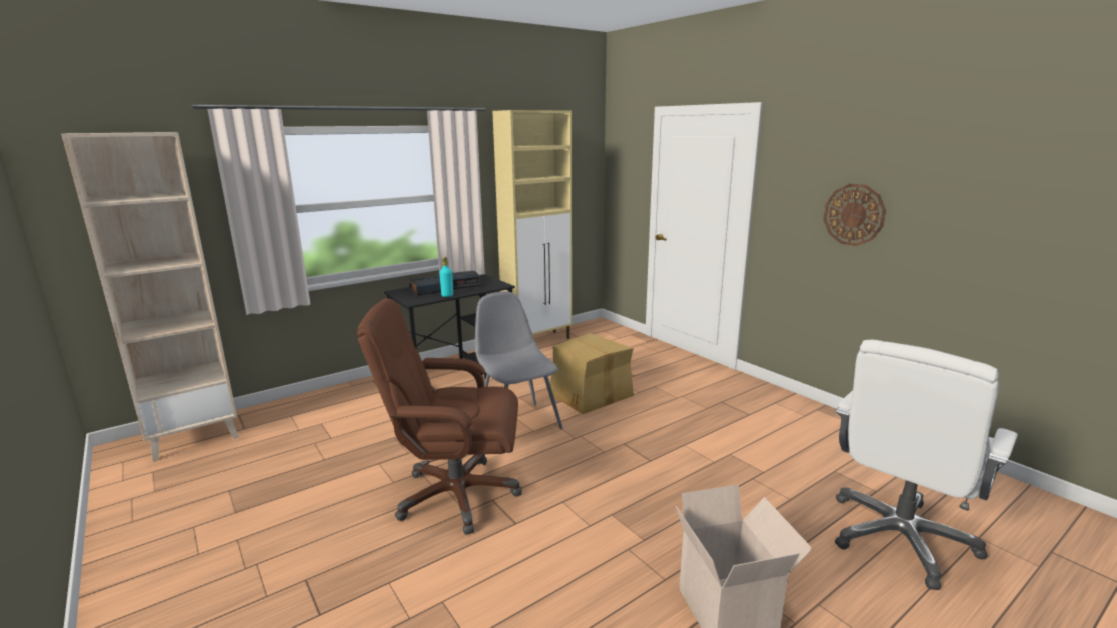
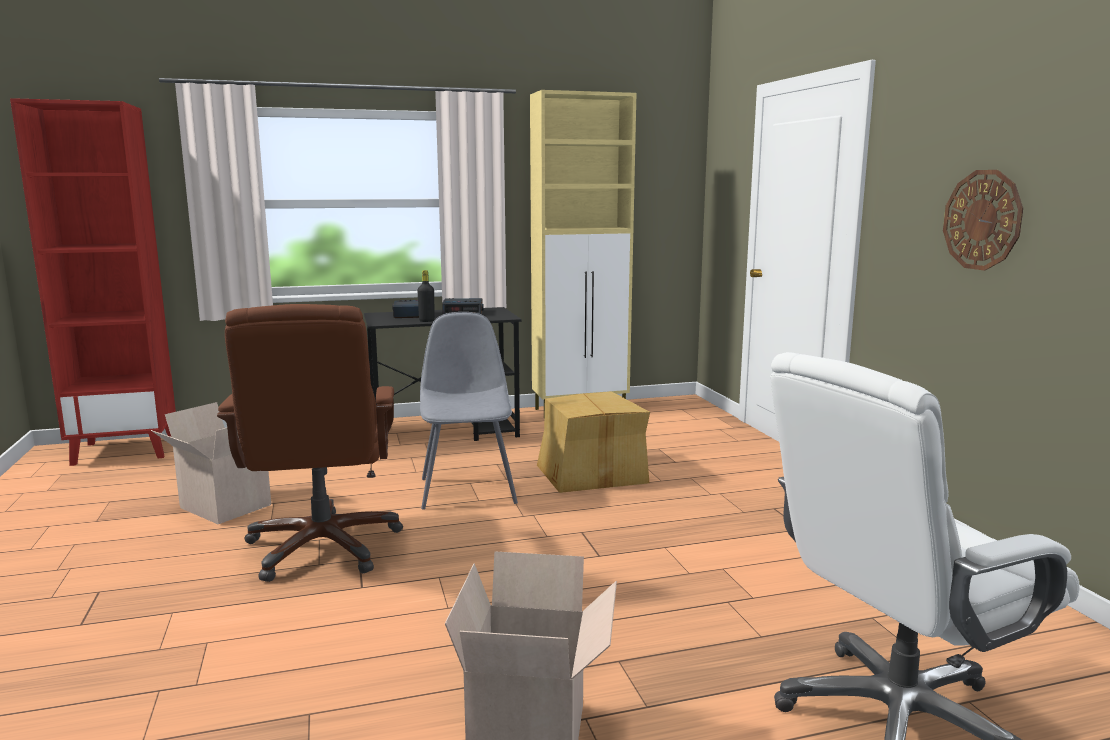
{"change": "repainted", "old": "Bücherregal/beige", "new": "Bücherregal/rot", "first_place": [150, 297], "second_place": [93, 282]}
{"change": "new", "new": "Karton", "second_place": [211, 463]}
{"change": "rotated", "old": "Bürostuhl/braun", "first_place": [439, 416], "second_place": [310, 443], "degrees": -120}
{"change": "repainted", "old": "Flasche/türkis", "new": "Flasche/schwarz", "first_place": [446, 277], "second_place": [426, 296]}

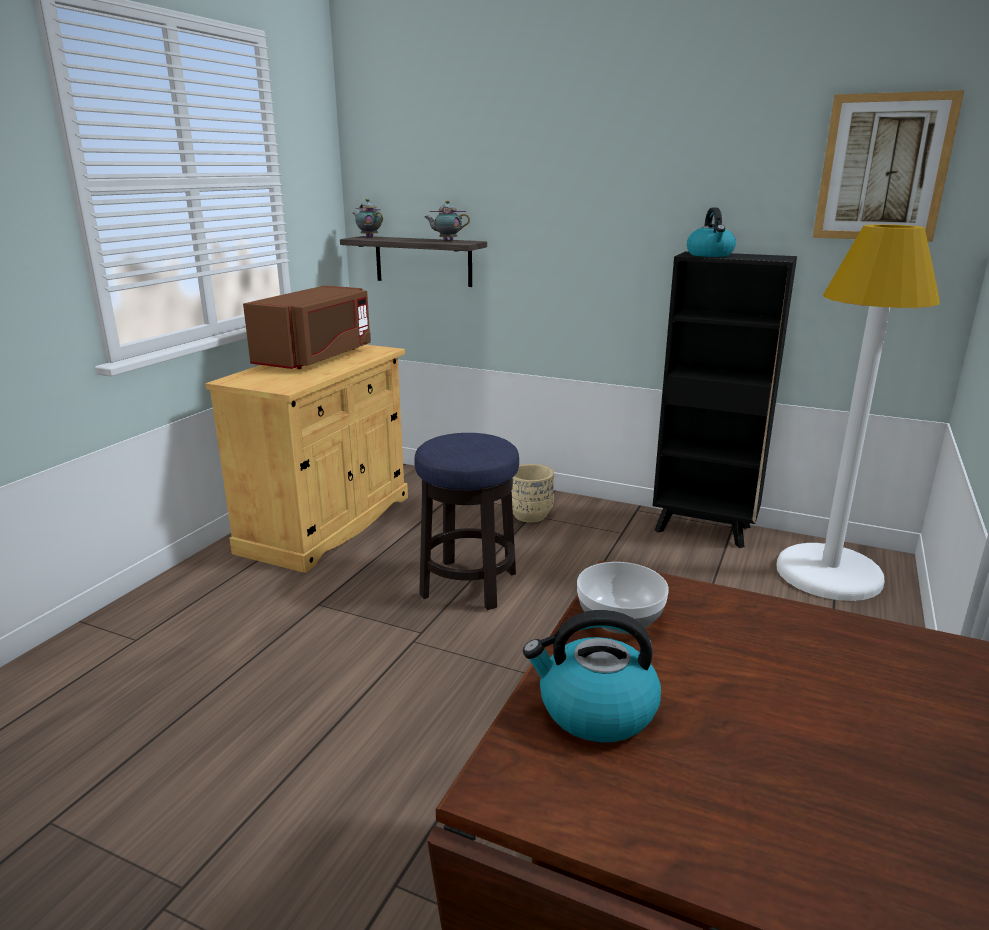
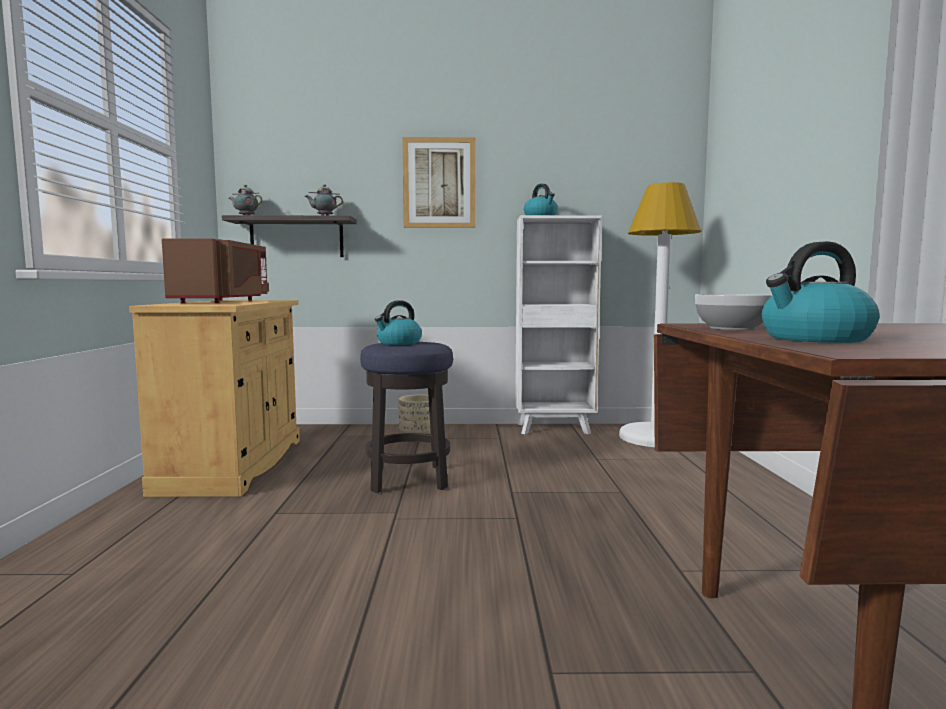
{"change": "new", "new": "Wasserkessel", "second_place": [398, 322]}
{"change": "shifted", "old": "Bild", "first_place": [888, 166], "second_place": [438, 182]}
{"change": "repainted", "old": "Bücherregal/schwarz", "new": "Bücherregal/weiß", "first_place": [725, 399], "second_place": [558, 324]}

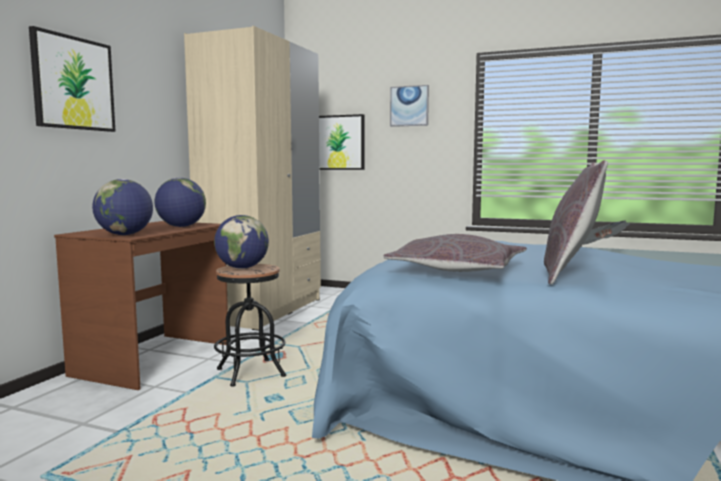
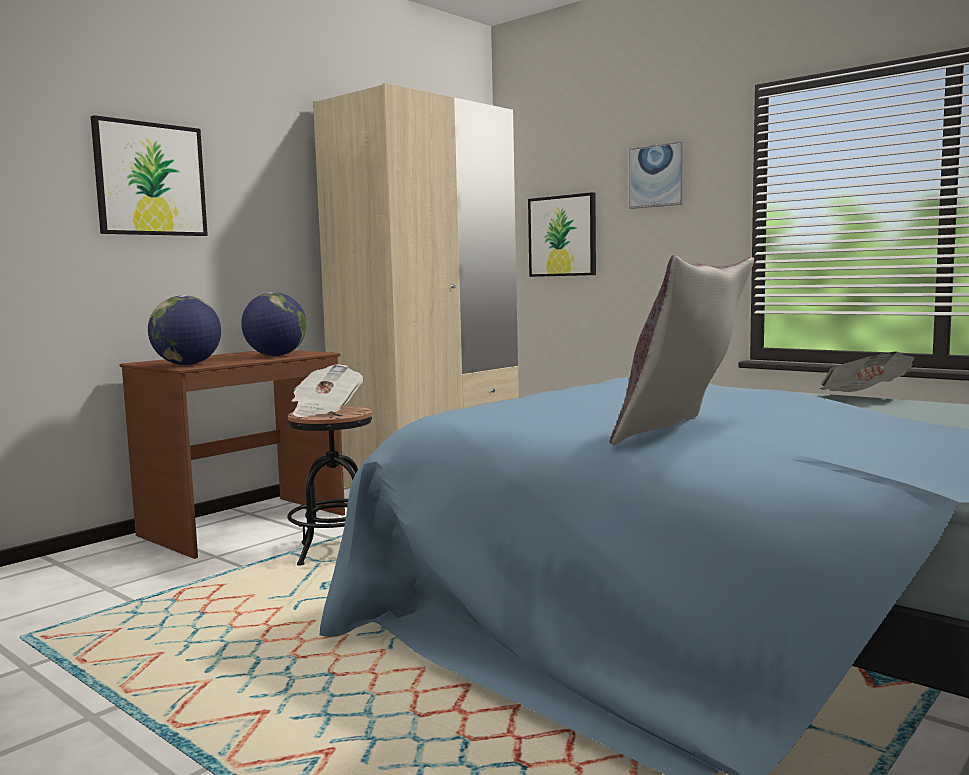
{"change": "swapped", "old": "Globus", "new": "Zeitung", "first_place": [241, 242], "second_place": [328, 390]}
{"change": "gone", "old": "Kissen/grau", "first_place": [455, 253]}

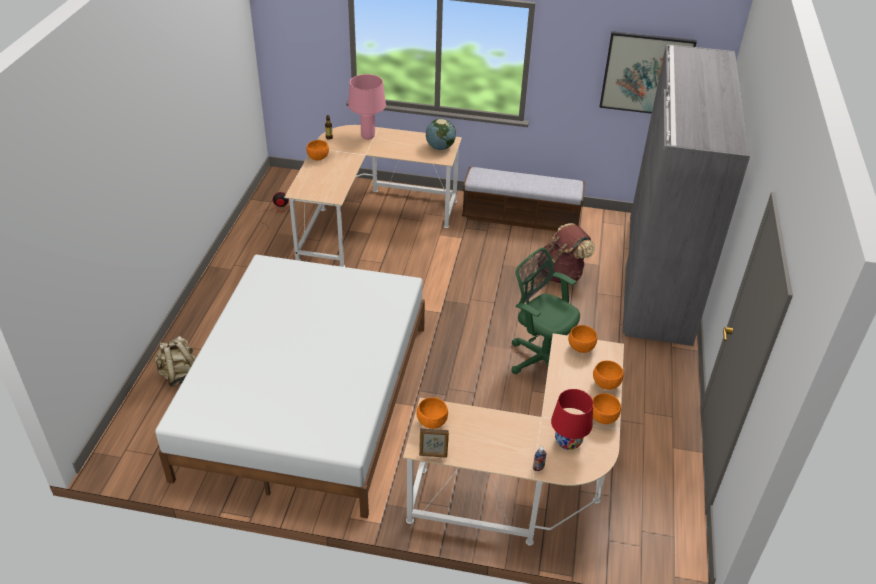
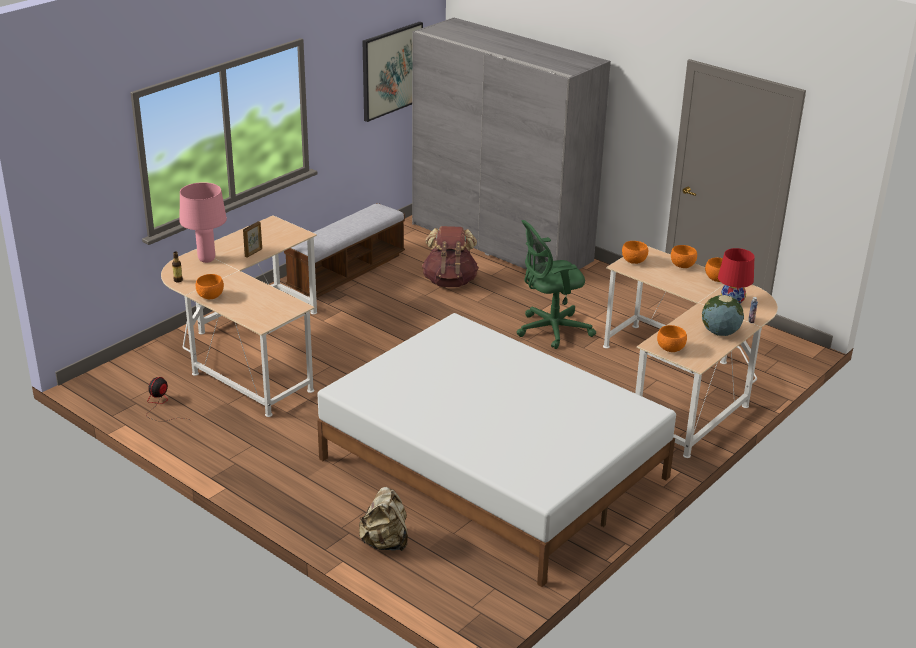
{"change": "shifted", "old": "Bilderrahmen", "first_place": [434, 443], "second_place": [252, 239]}
{"change": "shifted", "old": "Globus", "first_place": [441, 134], "second_place": [723, 315]}

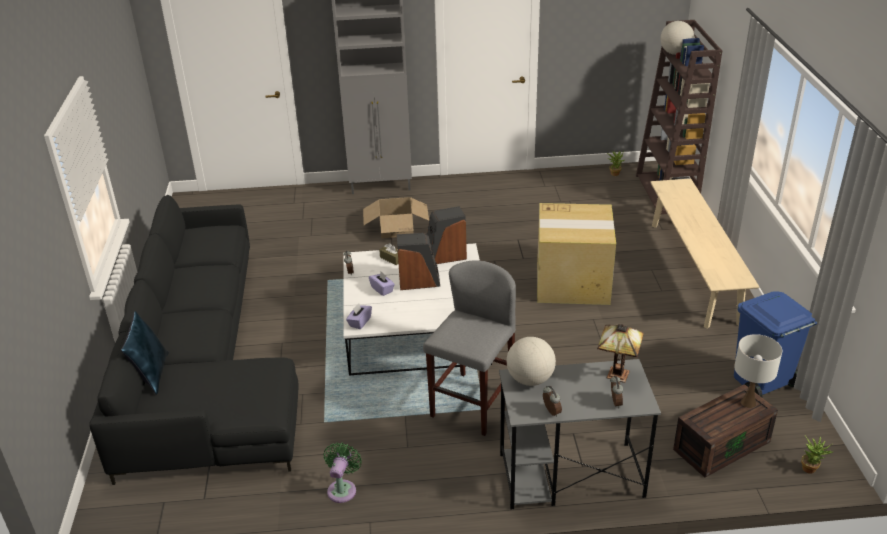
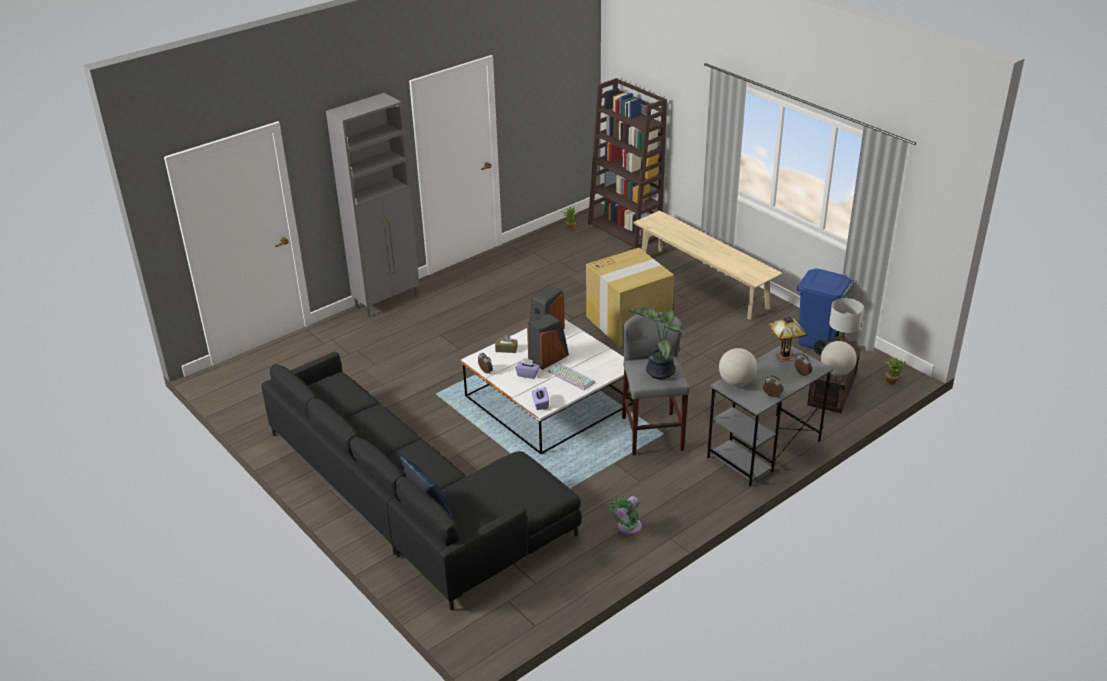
{"change": "new", "new": "Tastatur", "second_place": [571, 376]}
{"change": "rotated", "old": "Ventilator/grün", "first_place": [343, 472], "second_place": [625, 515], "degrees": -120}
{"change": "new", "new": "Topfpflanze", "second_place": [656, 343]}
{"change": "shifted", "old": "Globus", "first_place": [677, 38], "second_place": [839, 358]}
{"change": "gone", "old": "Karton", "first_place": [396, 217]}

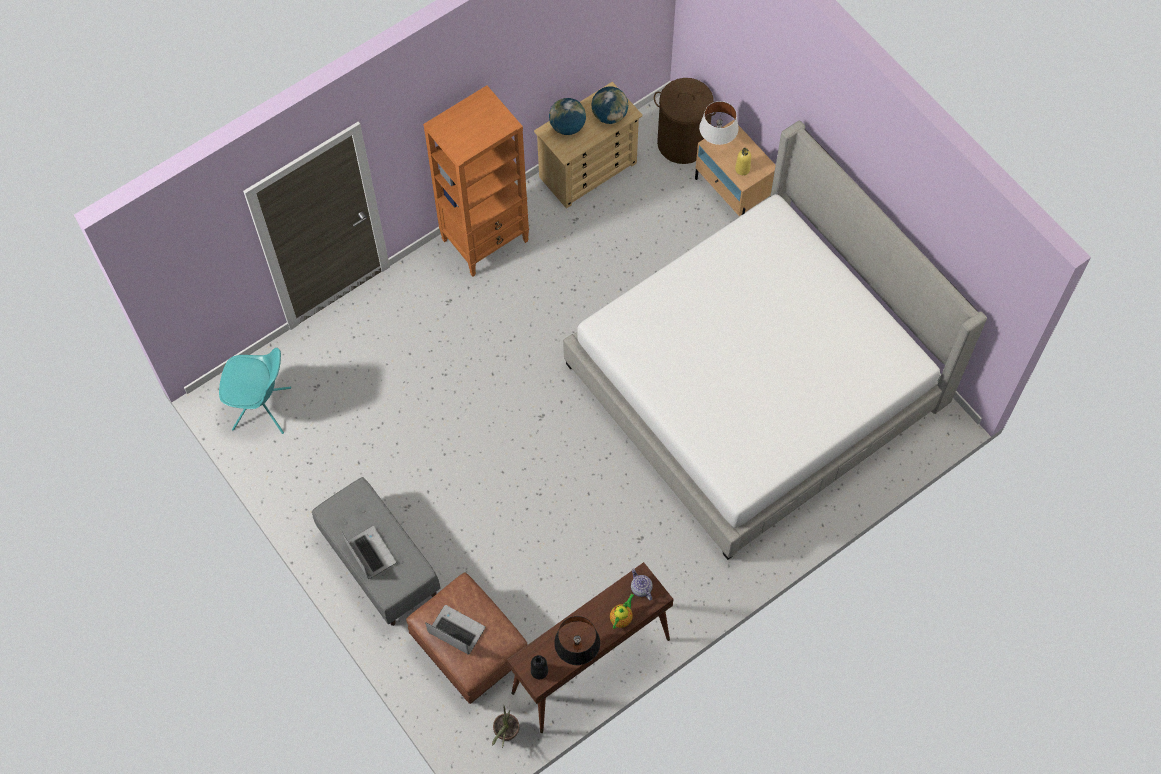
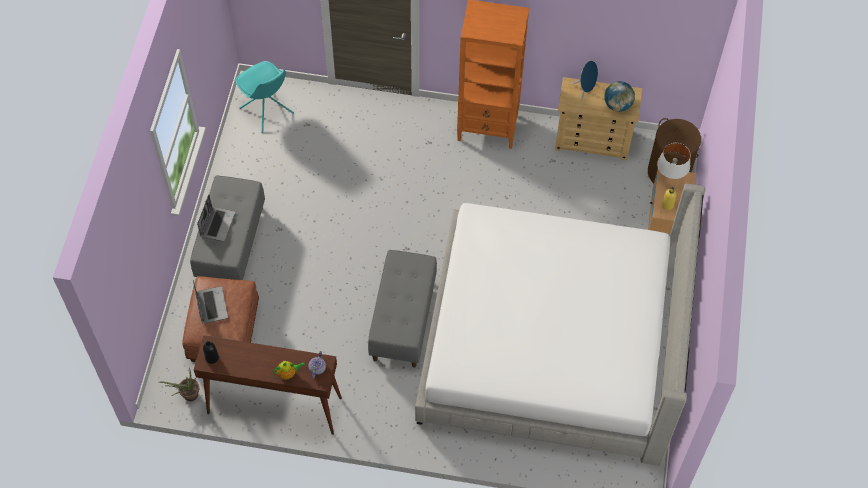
{"change": "new", "new": "Bank/grau", "second_place": [402, 309]}
{"change": "swapped", "old": "Globus", "new": "Lautsprecher/blau", "first_place": [567, 116], "second_place": [584, 81]}
{"change": "gone", "old": "Tischlampe/schwarz", "first_place": [577, 640]}

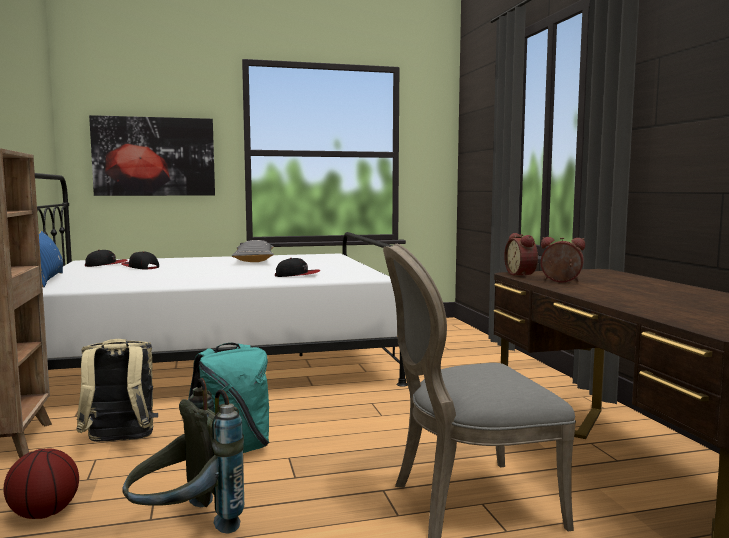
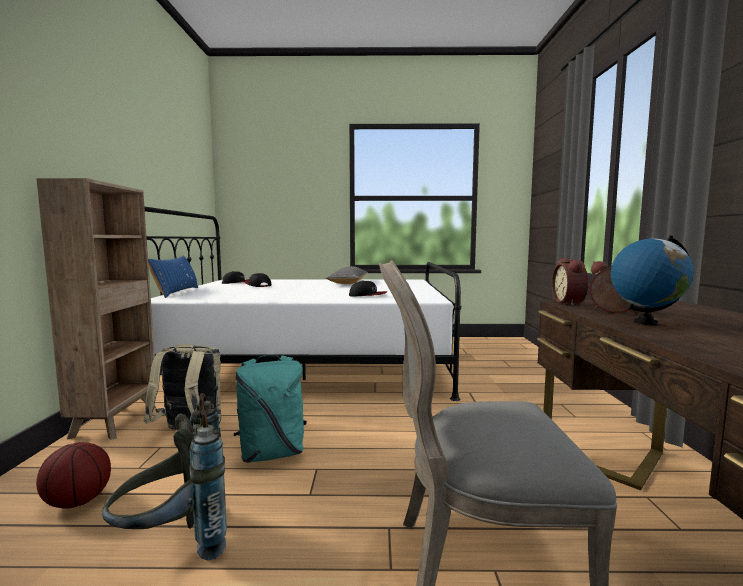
{"change": "new", "new": "Globus", "second_place": [652, 280]}
{"change": "gone", "old": "Bild", "first_place": [152, 155]}

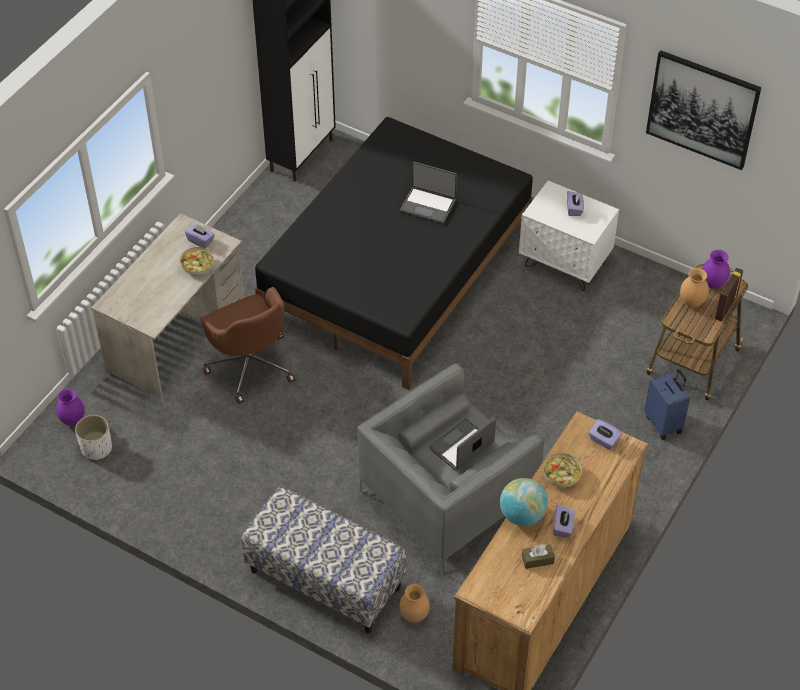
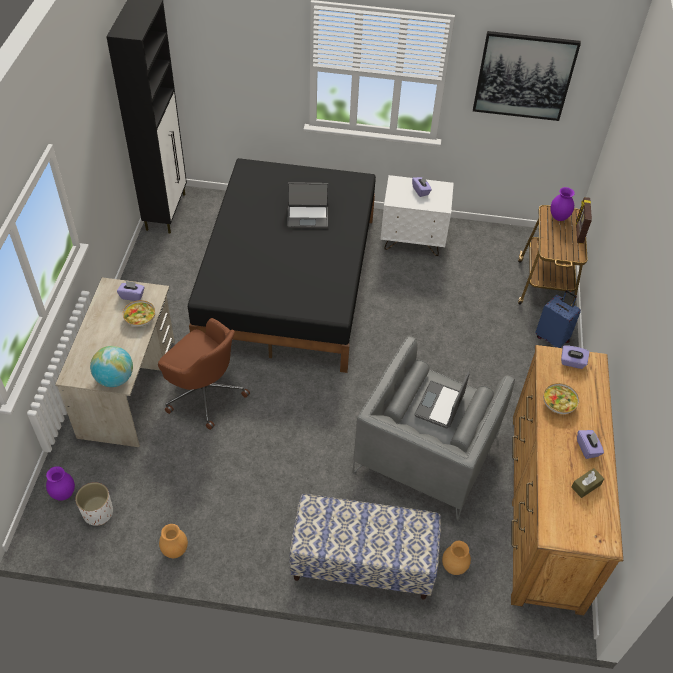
{"change": "shifted", "old": "Globus", "first_place": [524, 502], "second_place": [111, 366]}
{"change": "shifted", "old": "Vase/braun", "first_place": [694, 287], "second_place": [173, 541]}

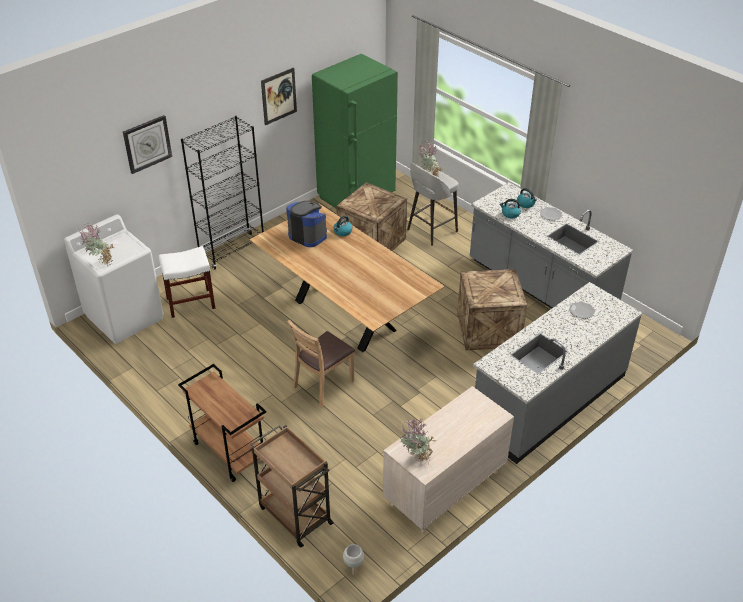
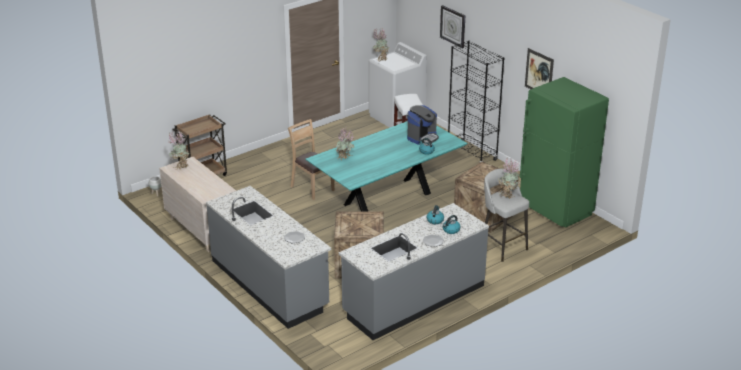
{"change": "repainted", "old": "Esstisch/braun", "new": "Esstisch/türkis", "first_place": [347, 278], "second_place": [386, 166]}
{"change": "new", "new": "Topfpflanze", "second_place": [345, 144]}
{"change": "gone", "old": "Rollwagen/braun", "first_place": [222, 423]}

